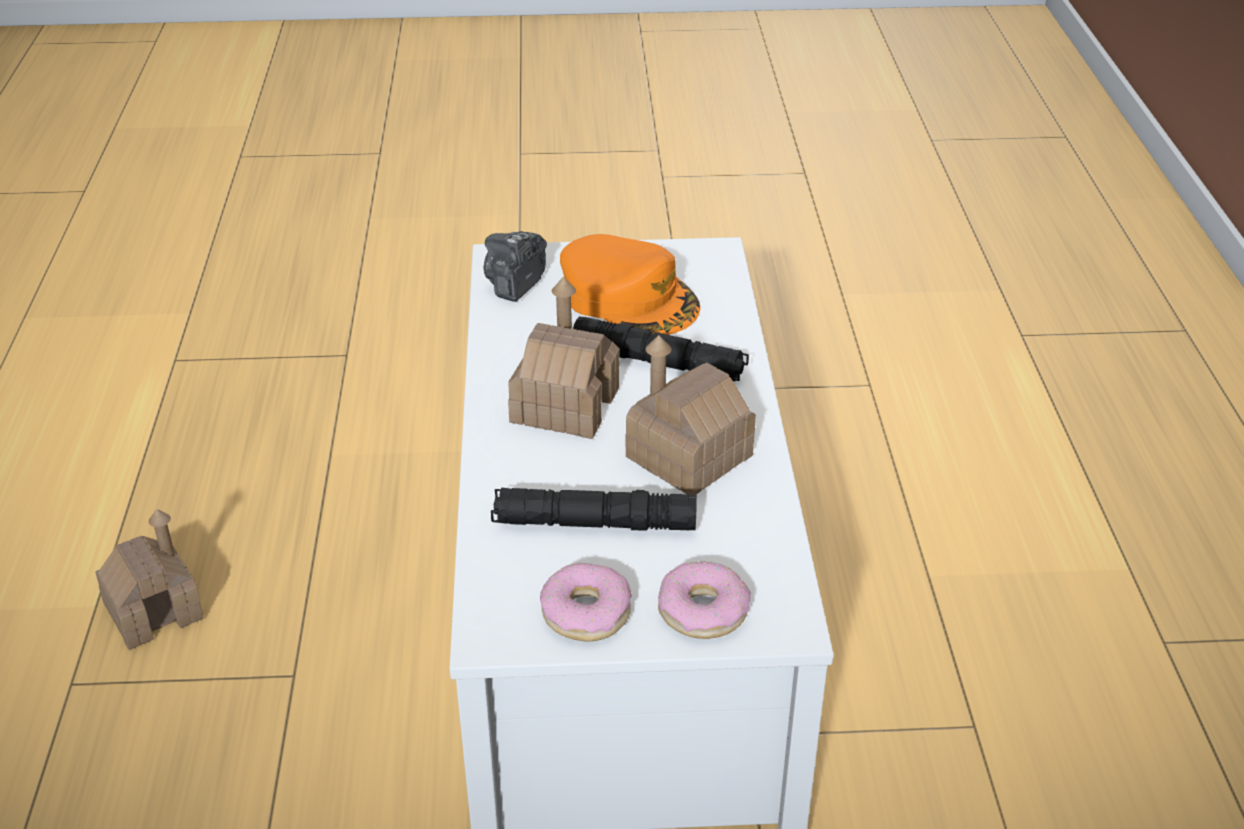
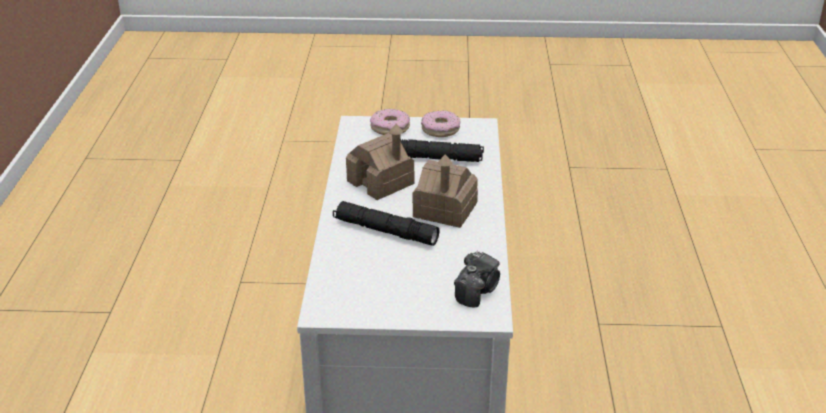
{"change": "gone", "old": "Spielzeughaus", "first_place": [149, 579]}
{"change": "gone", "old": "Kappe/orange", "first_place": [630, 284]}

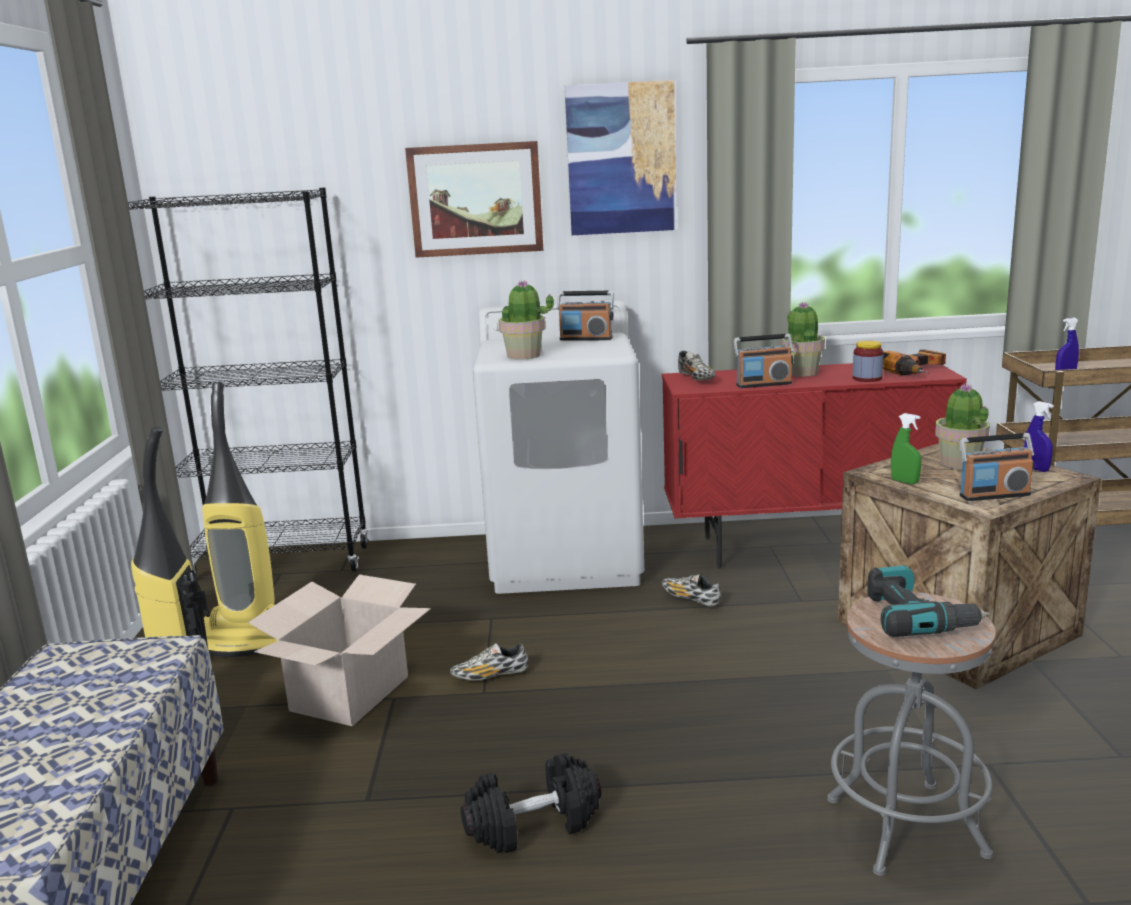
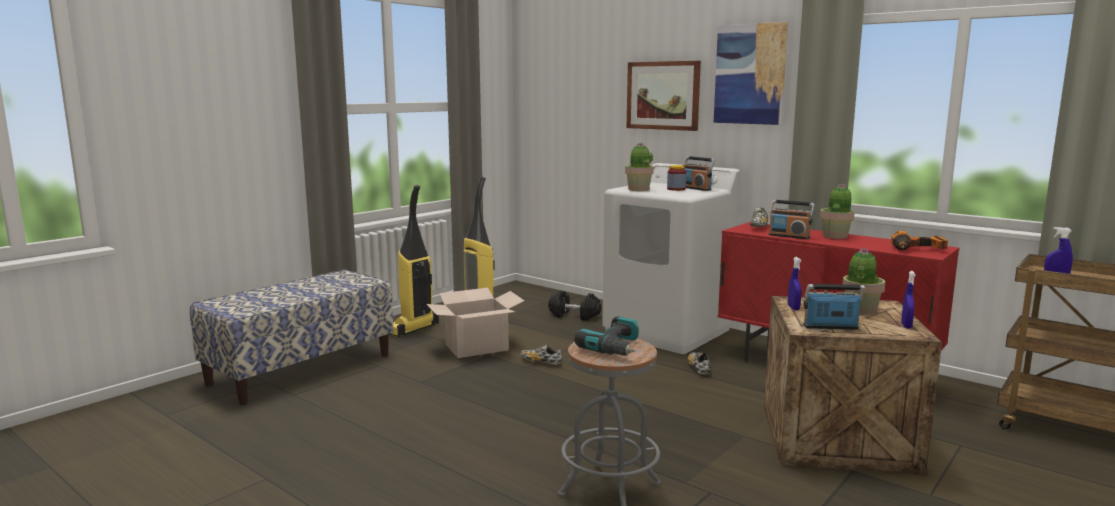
{"change": "shifted", "old": "Hantel/schwarz", "first_place": [531, 803], "second_place": [574, 305]}
{"change": "shifted", "old": "Vorratsglas", "first_place": [868, 361], "second_place": [676, 178]}
{"change": "repainted", "old": "Sprühflasche/grün", "new": "Sprühflasche/blau", "first_place": [906, 448], "second_place": [795, 283]}
{"change": "rotated", "old": "Radio", "first_place": [996, 467], "second_place": [834, 307], "degrees": 150}
{"change": "gone", "old": "Bücherregal/schwarz", "first_place": [248, 382]}

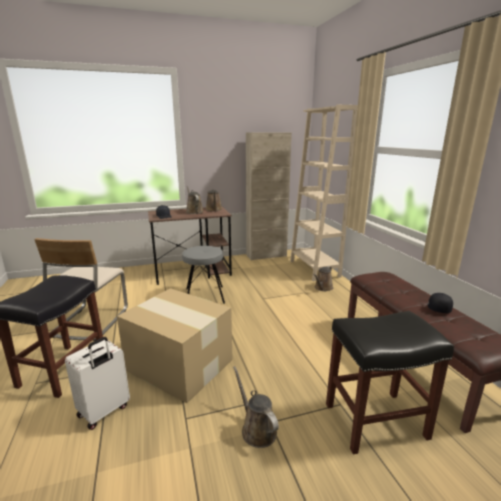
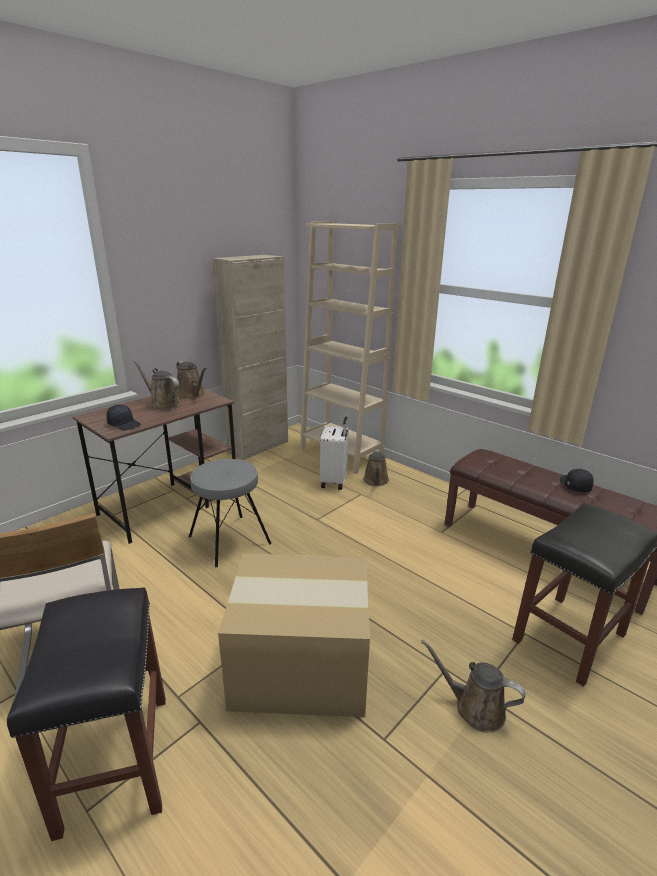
{"change": "shifted", "old": "Koffer/weiß", "first_place": [97, 383], "second_place": [334, 453]}

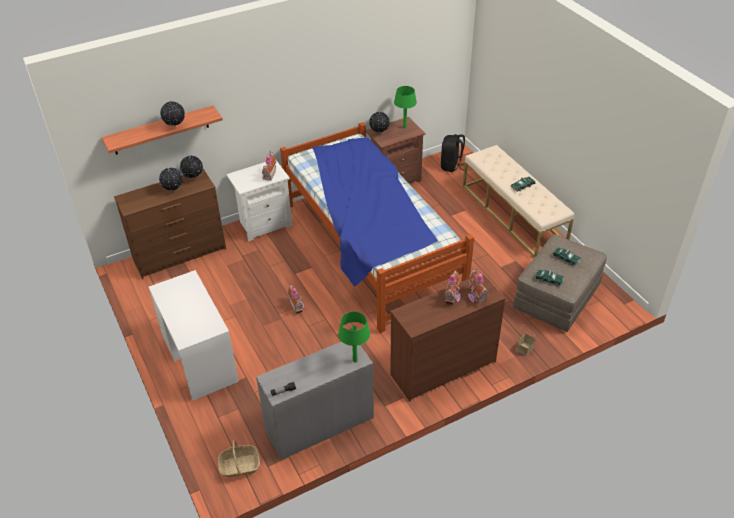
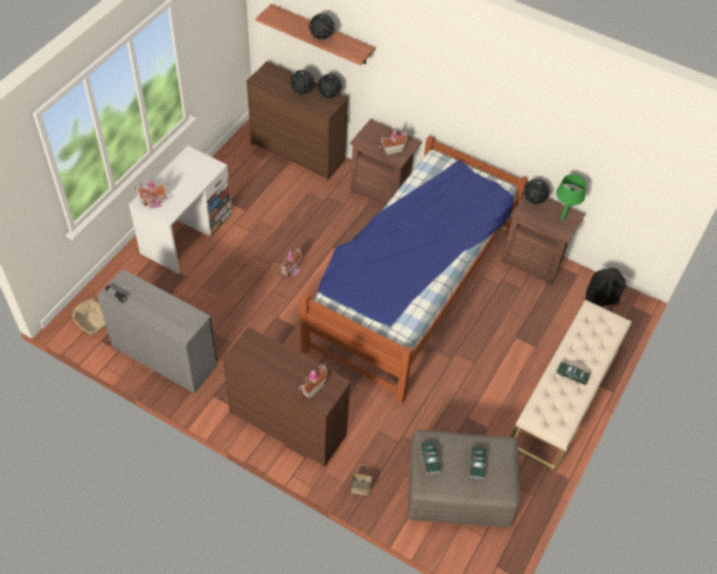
{"change": "shifted", "old": "Spielzeughaus", "first_place": [452, 287], "second_place": [151, 193]}
{"change": "repainted", "old": "Nachttisch/weiß", "new": "Nachttisch/braun", "first_place": [259, 200], "second_place": [386, 162]}
{"change": "gone", "old": "Tischlampe/grün", "first_place": [354, 336]}

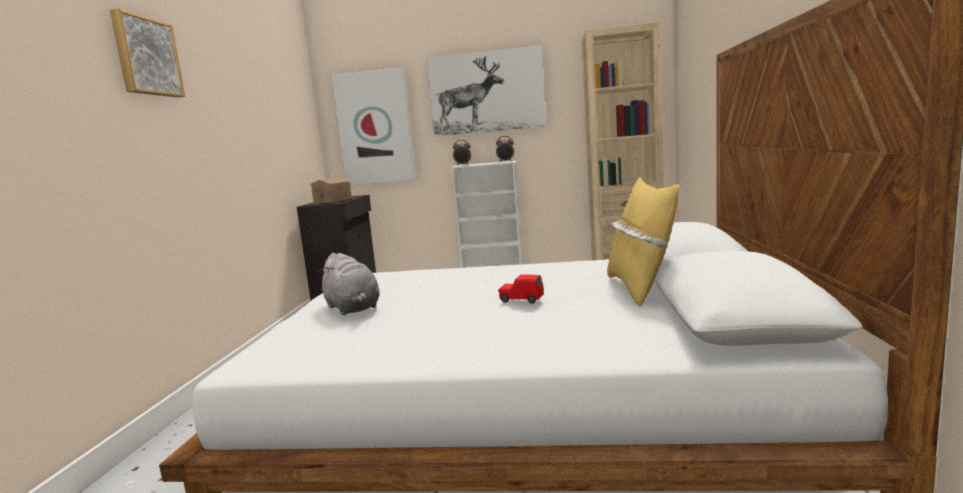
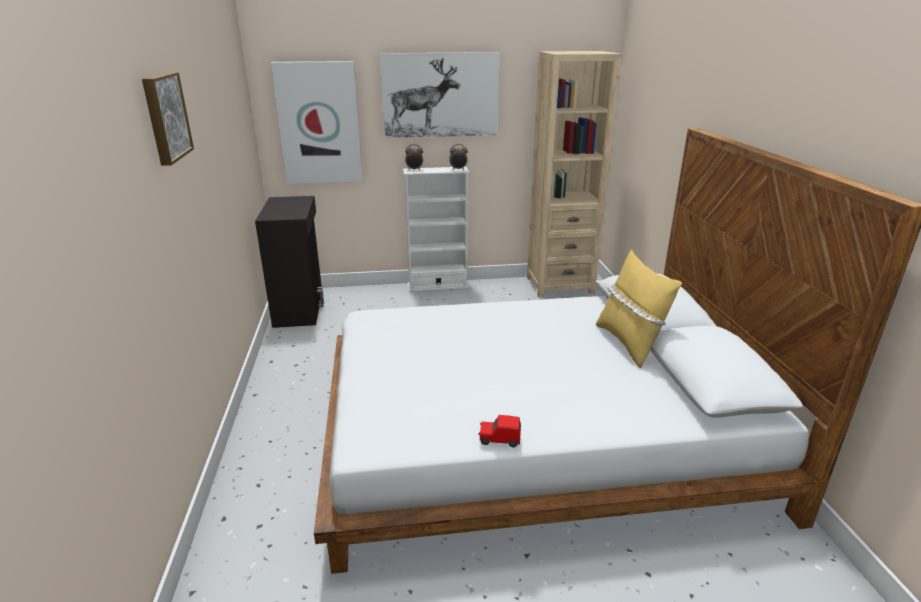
{"change": "shifted", "old": "Spielzeugauto/rot", "first_place": [521, 289], "second_place": [500, 431]}
{"change": "gone", "old": "Spielzeughaus", "first_place": [331, 190]}
{"change": "gone", "old": "Plüschtier/grau", "first_place": [349, 284]}

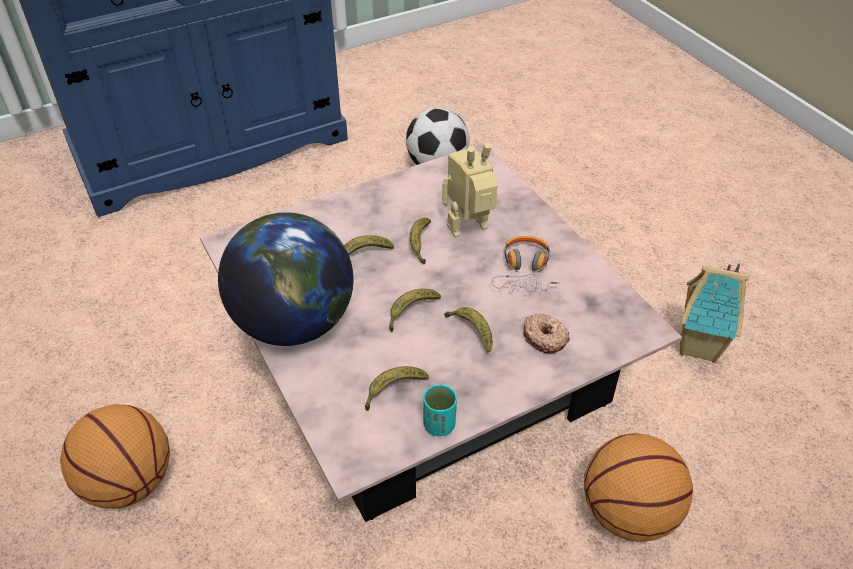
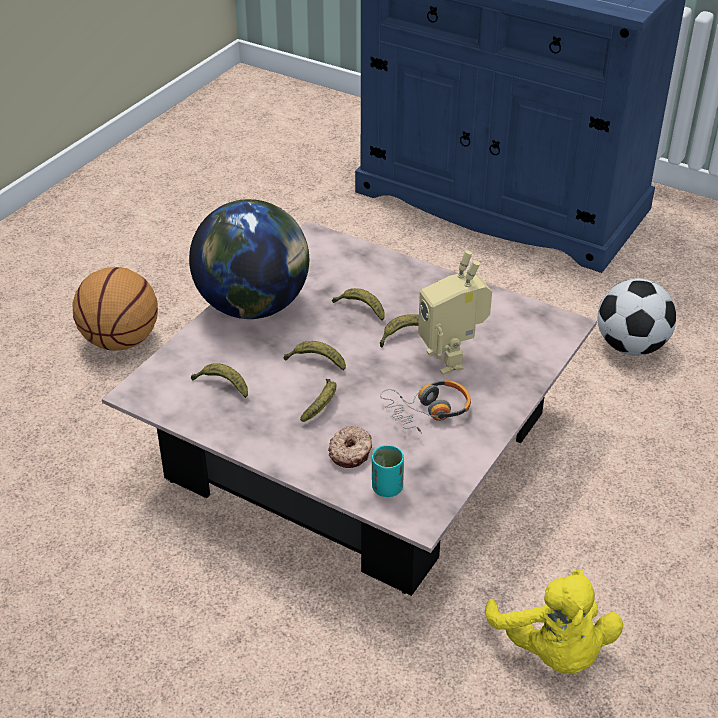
{"change": "shifted", "old": "Tasse/türkis", "first_place": [440, 410], "second_place": [388, 471]}
{"change": "rotated", "old": "Spielzeugroboter", "first_place": [469, 190], "second_place": [455, 312], "degrees": -150}
{"change": "swapped", "old": "Spielzeughaus", "new": "Plüschtier/gelb", "first_place": [714, 313], "second_place": [554, 621]}
{"change": "gone", "old": "Basketball", "first_place": [638, 487]}

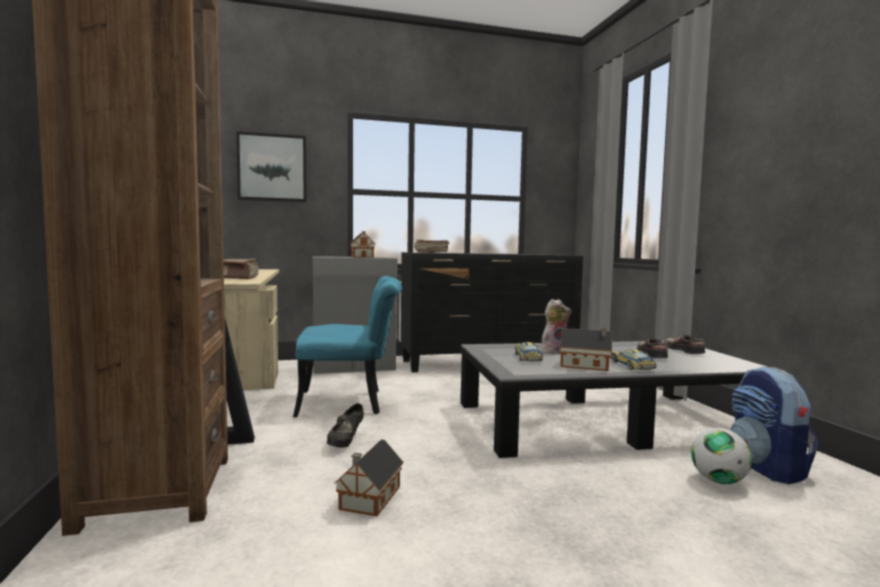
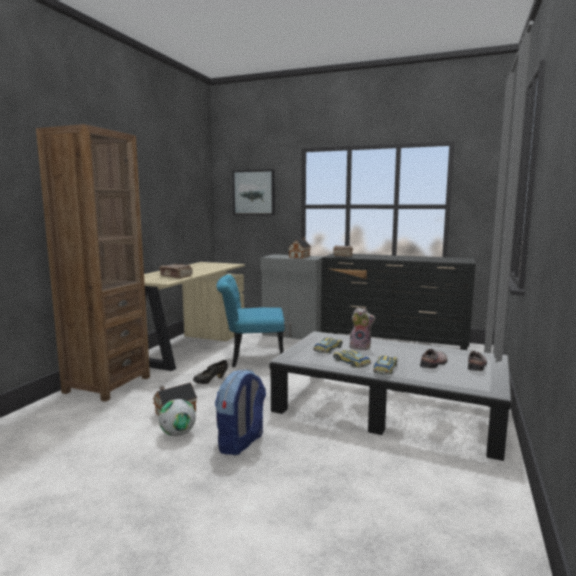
{"change": "shifted", "old": "Fußball", "first_place": [721, 456], "second_place": [177, 417]}
{"change": "shifted", "old": "Rucksack", "first_place": [774, 425], "second_place": [240, 412]}
{"change": "rotated", "old": "Stuhl/türkis", "first_place": [347, 346], "second_place": [250, 320], "degrees": 150}
{"change": "swapped", "old": "Spielzeughaus", "new": "Spielzeugauto", "first_place": [586, 349], "second_place": [352, 359]}

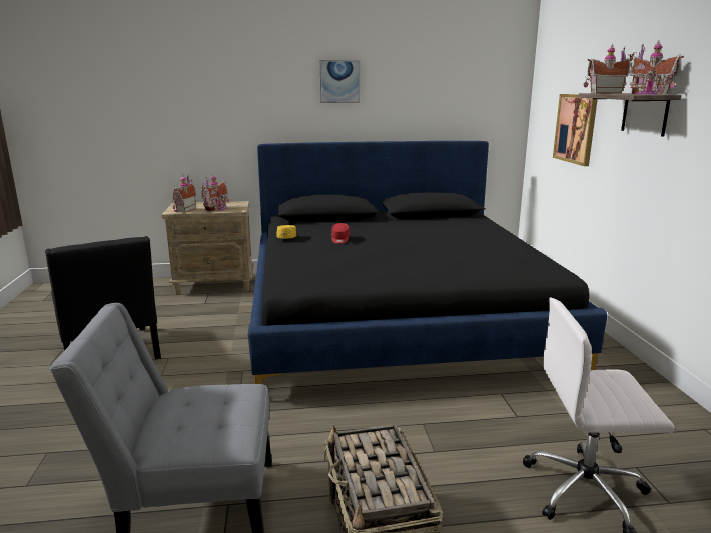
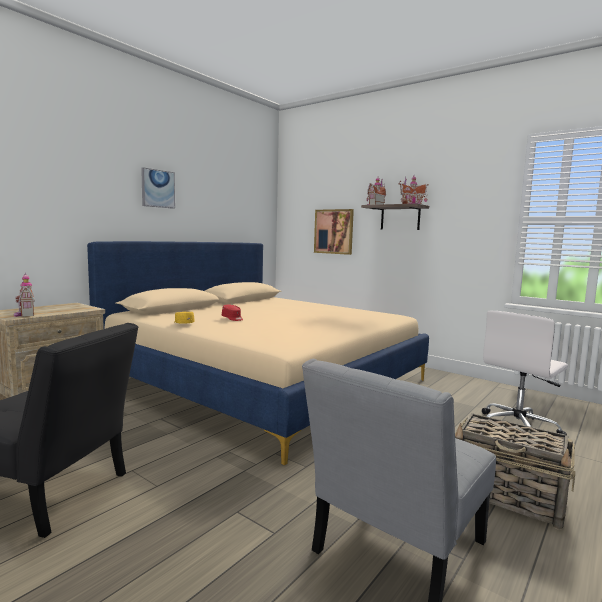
{"change": "repainted", "old": "Bett/schwarz", "new": "Bett/beige", "first_place": [427, 262], "second_place": [258, 353]}
{"change": "gone", "old": "Spielzeughaus", "first_place": [215, 192]}

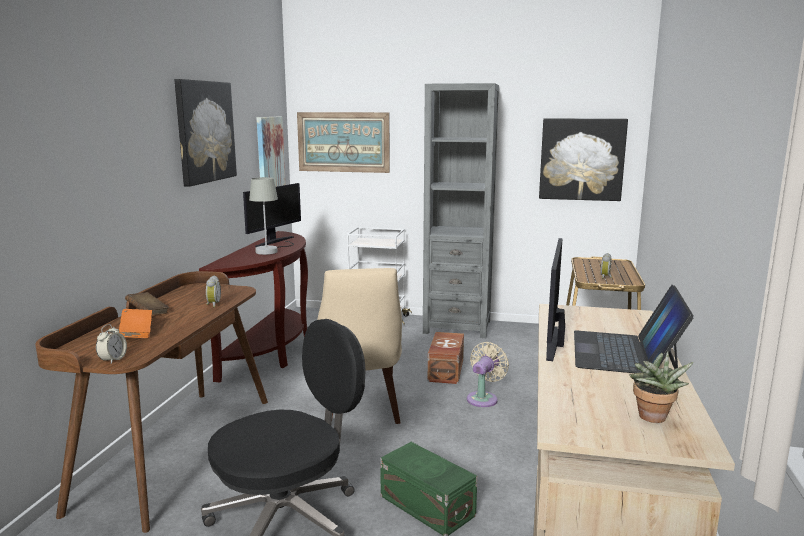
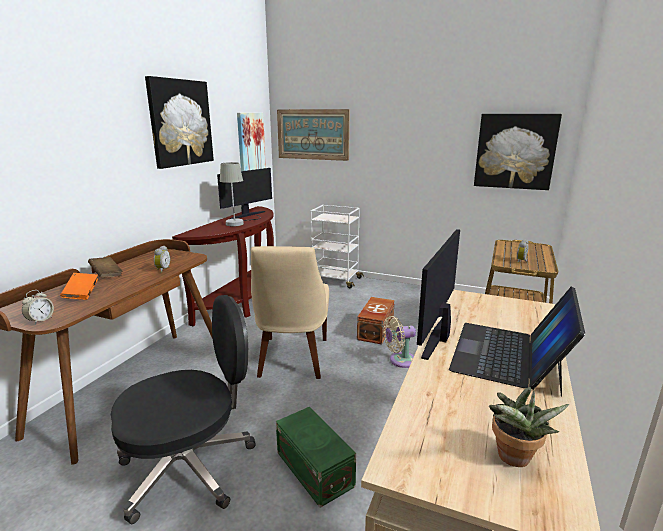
{"change": "rotated", "old": "Ventilator/beige", "first_place": [488, 374], "second_place": [399, 342], "degrees": -150}
{"change": "gone", "old": "Bücherregal/grau", "first_place": [461, 210]}

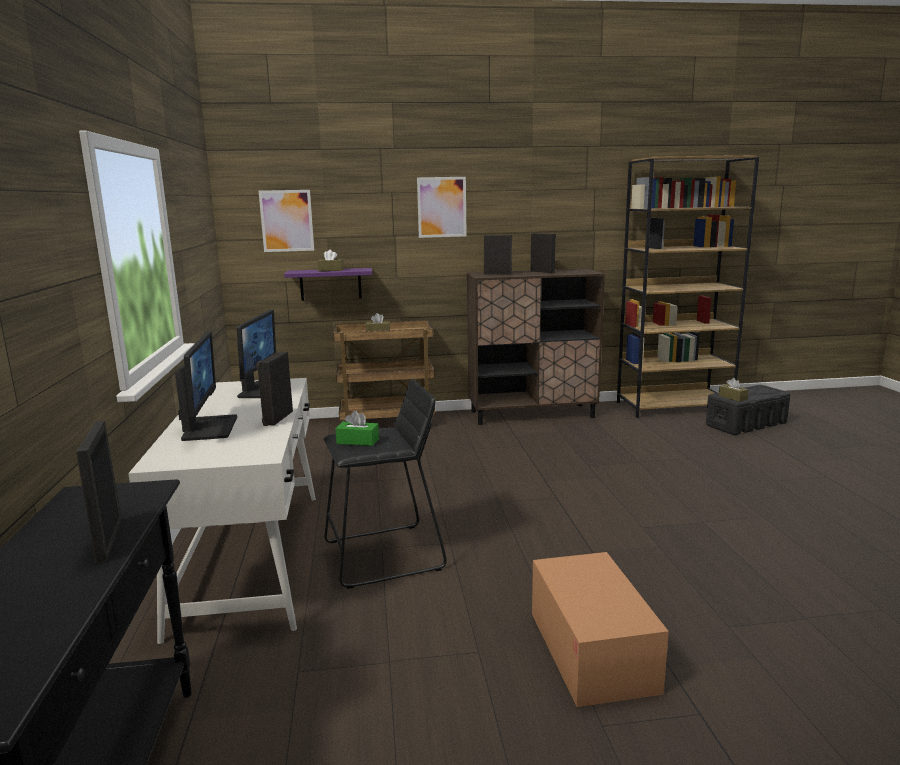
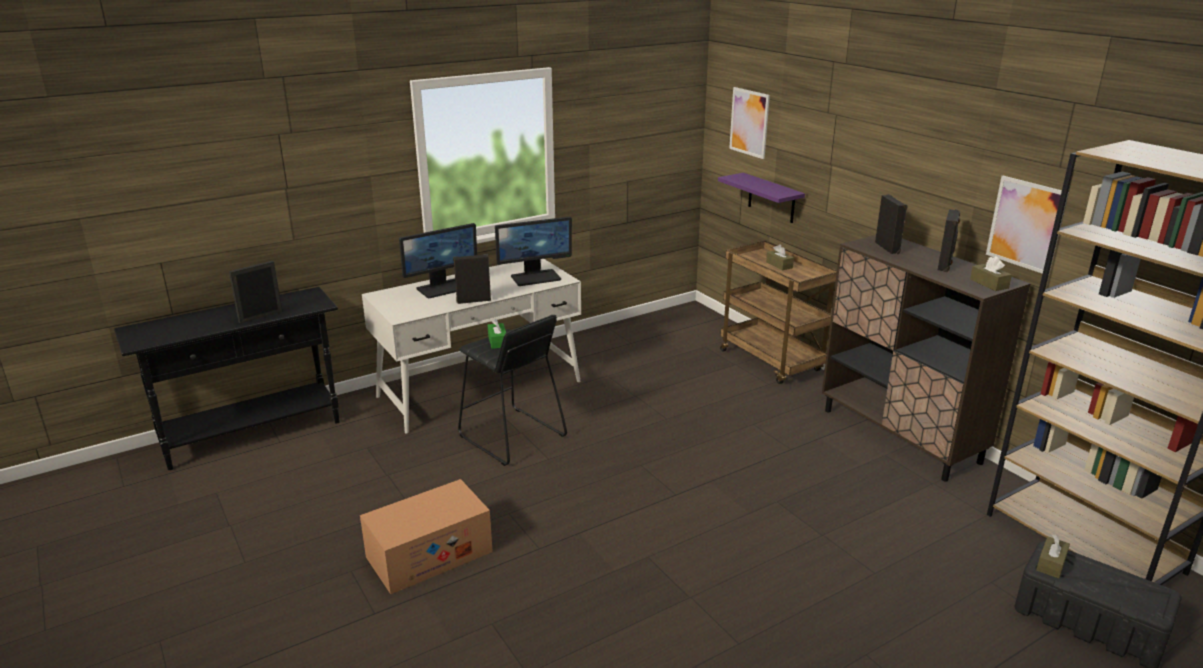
{"change": "shifted", "old": "Taschentuchbox/braun", "first_place": [330, 260], "second_place": [991, 273]}
{"change": "shifted", "old": "Bild", "first_place": [442, 207], "second_place": [1027, 225]}

